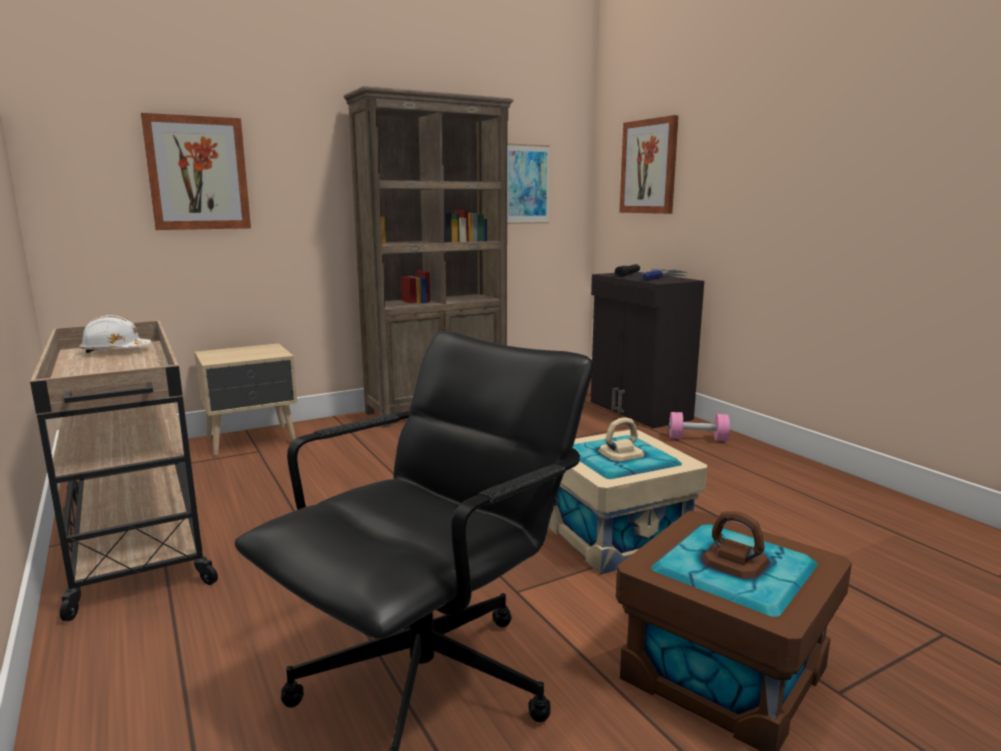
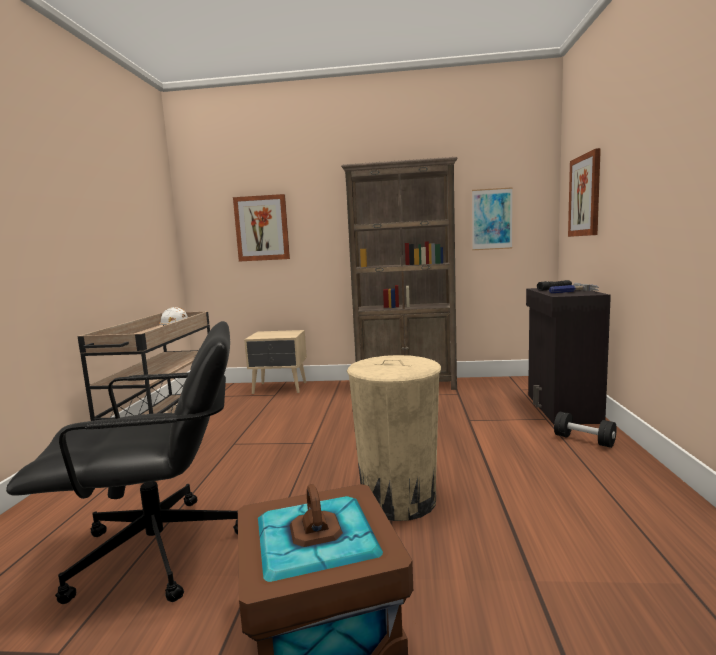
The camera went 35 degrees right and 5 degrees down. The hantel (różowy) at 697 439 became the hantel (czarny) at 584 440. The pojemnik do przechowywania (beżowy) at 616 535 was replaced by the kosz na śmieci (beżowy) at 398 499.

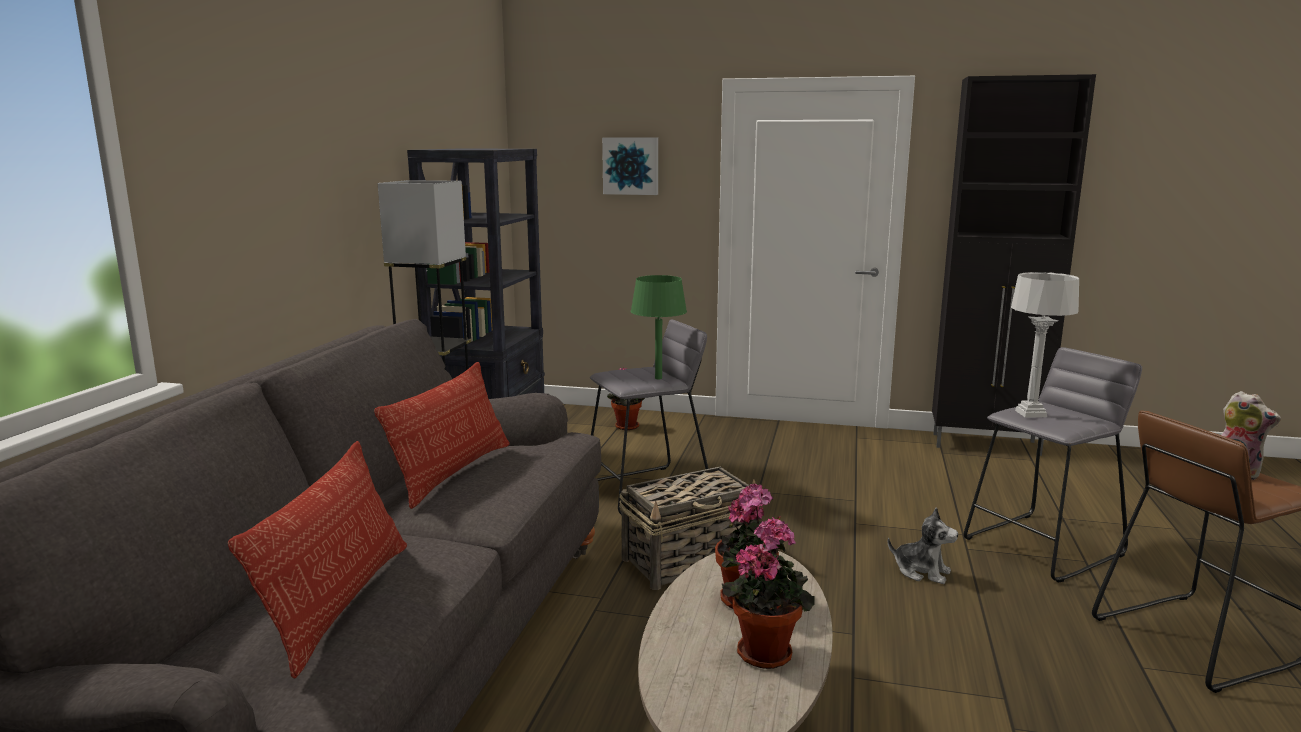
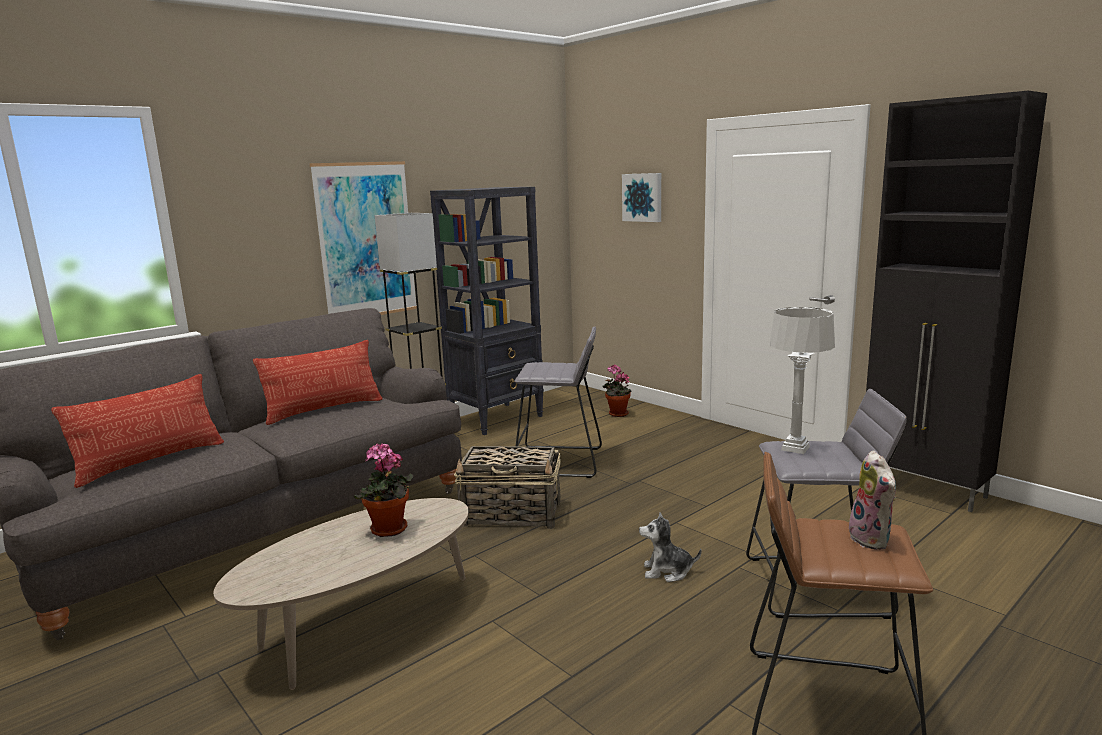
The camera went 35 degrees right and 0 degrees up. The lampa stołowa (zielony) at 658 378 disappeared. The pluszak at 922 571 turned 120 degrees clockwise. The roślina doniczkowa at 766 651 disappeared. The obraz at 366 241 appeared.

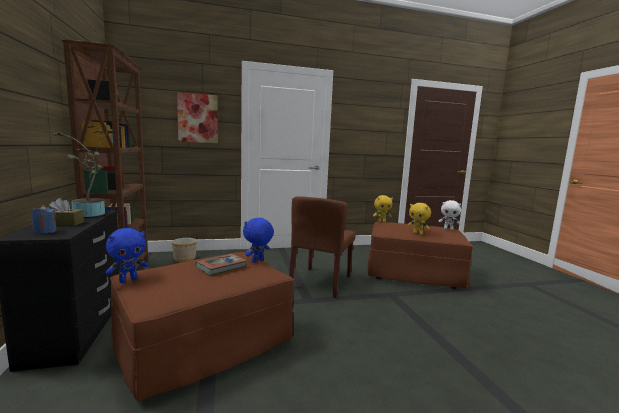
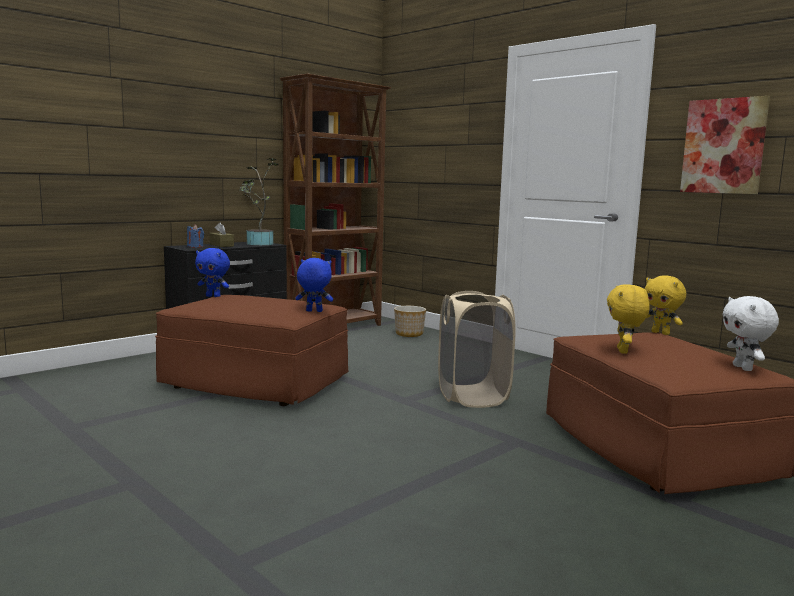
The camera went 60 degrees right and 0 degrees up. The obraz moved from 198 118 to 723 146. The krzesło (brązowy) at 320 282 was replaced by the kosz na pranie (beżowy) at 472 396. The książka at 221 267 disappeared.

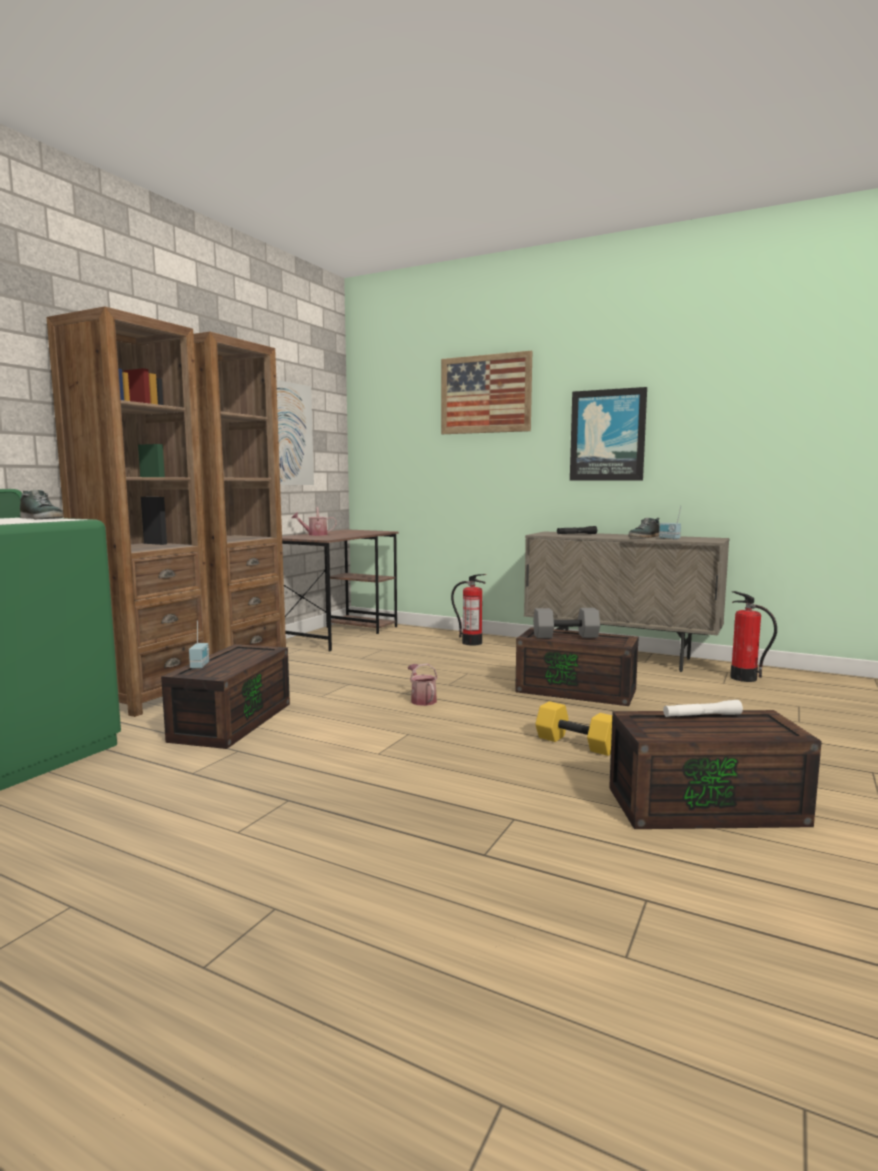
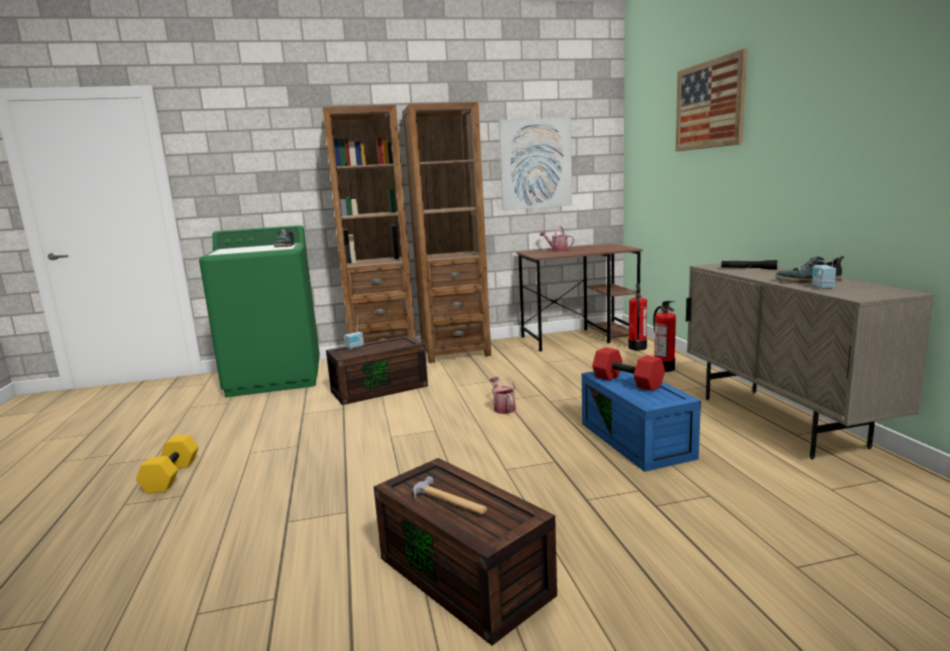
The camera went 50 degrees right and 5 degrees up. The obraz at 607 435 disappeared. The gaśnica moved from 743 678 to 637 348. The hantel (szary) at 566 636 became the hantel (czerwony) at 628 381. The pojemnik do przechowywania (brązowy) at 578 690 became the pojemnik do przechowywania (niebieski) at 638 440. The konewka at 422 700 turned 45 degrees counterclockwise. The latarka (biały) at 702 716 disappeared. The hantel (żółty) moved from 578 743 to 172 476. The młotek at 448 501 appeared.

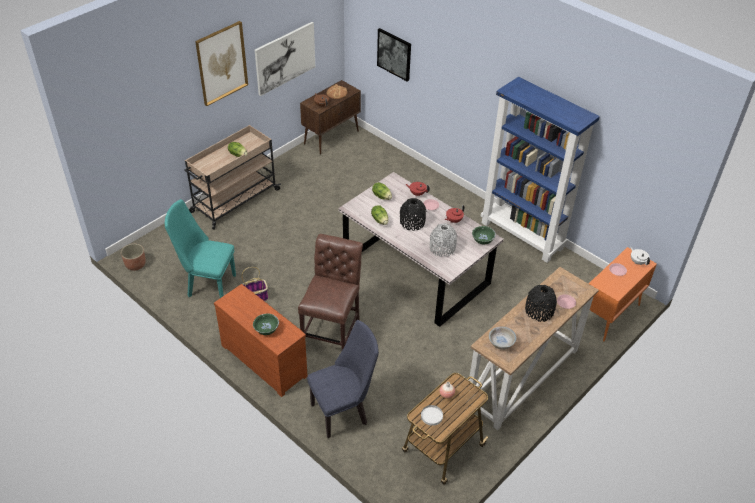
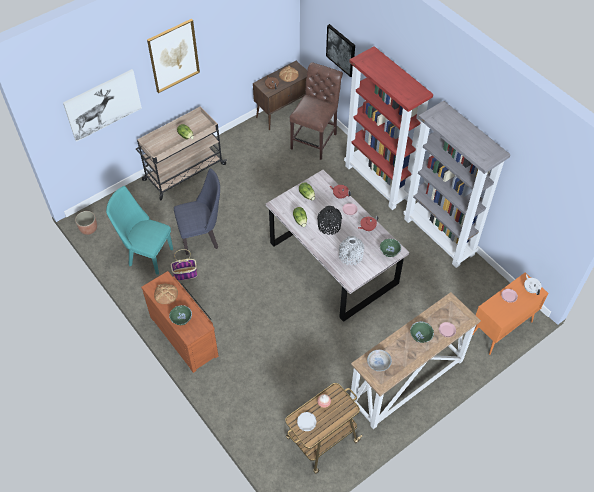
The camera went 10 degrees right and 10 degrees up. The obraz moved from 285 58 to 103 104. The regał (niebieski) at 522 235 became the regał (szary) at 439 236. The krzesło (brązowy) moved from 333 331 to 315 139. The wazon (czarny) at 539 311 was replaced by the miska (zielony) at 420 336. The krzesło (niebieski) moved from 343 411 to 202 237. The regał (czerwony) at 378 182 appeared. The chleb at 166 294 appeared.

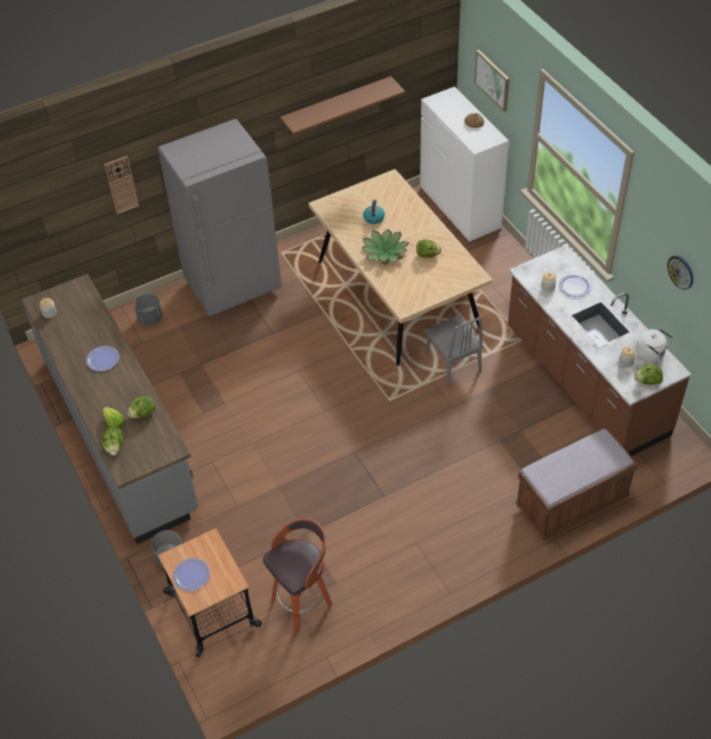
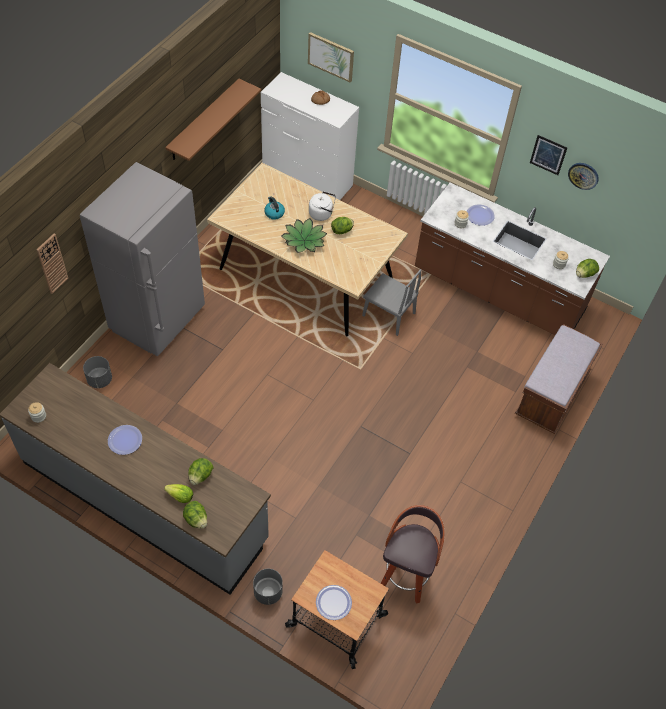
The camera went 35 degrees left and 5 degrees up. The czajnik (biały) moved from 651 354 to 322 214. The obraz at 548 155 appeared.

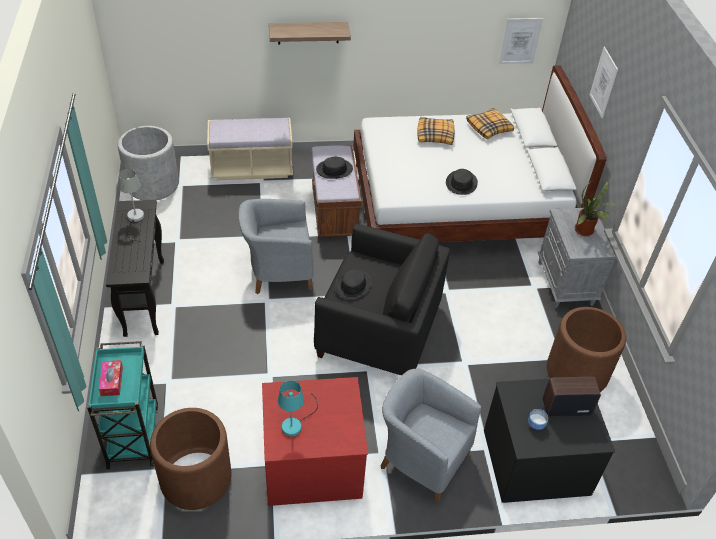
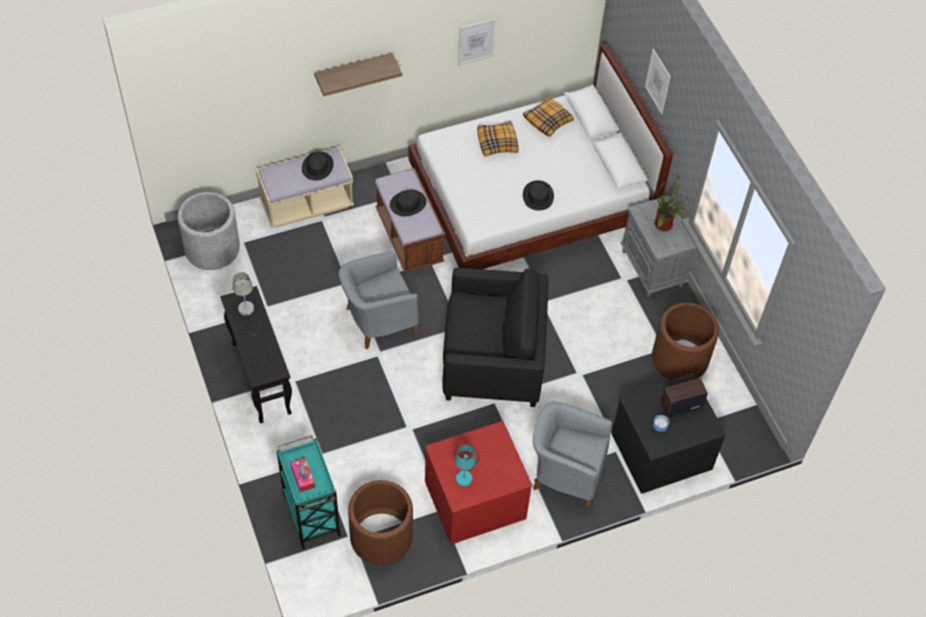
The camera went 15 degrees left and 10 degrees up. The obraz moved from 520 41 to 476 41. The kapelusz (czarny) moved from 353 285 to 317 166.

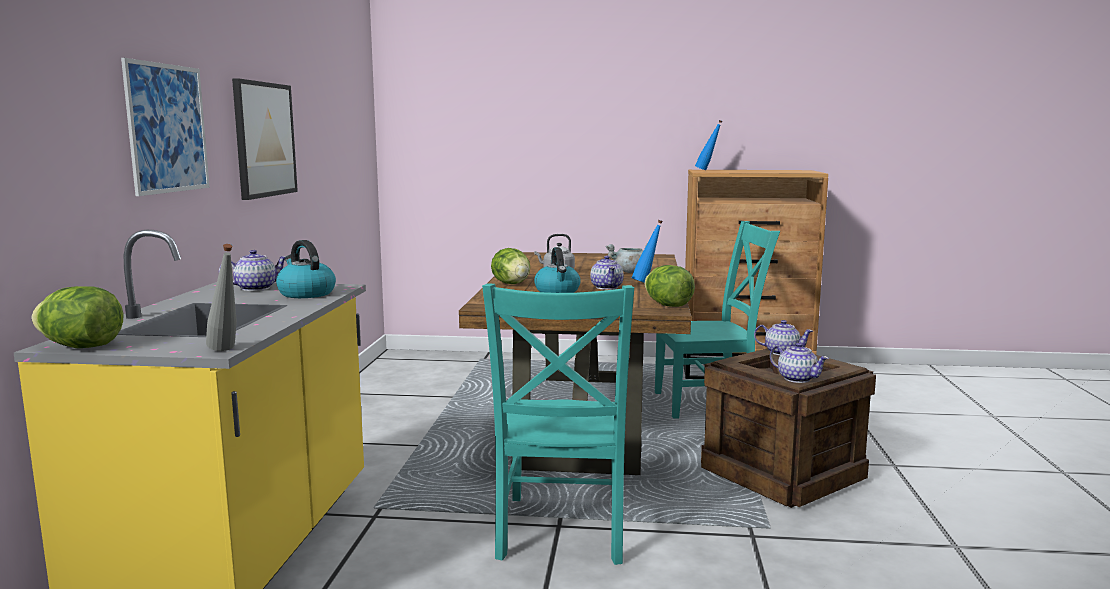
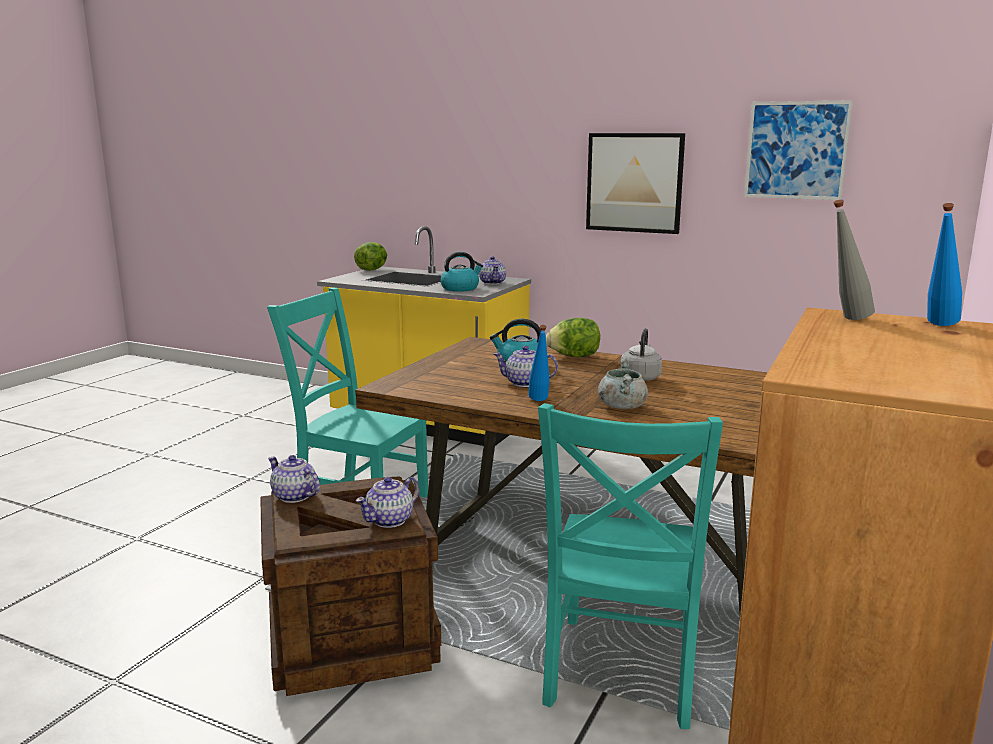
The camera went 110 degrees right and 5 degrees up. The obraz moved from 167 128 to 796 150. The butelka (szary) moved from 227 351 to 845 319. The sałata at 668 305 disappeared. The imbryk at 797 378 turned 60 degrees clockwise.

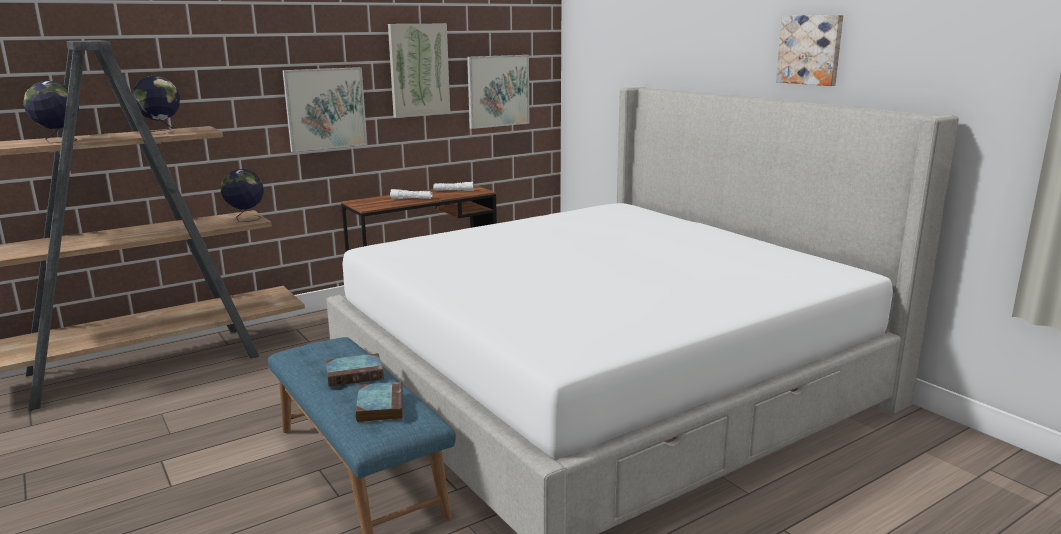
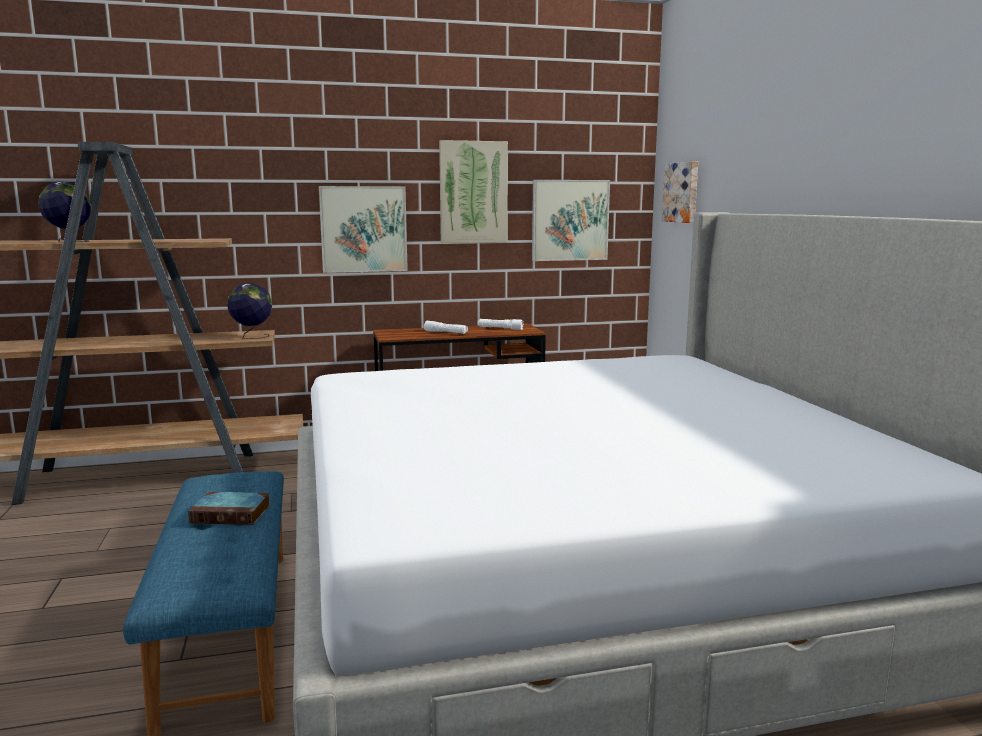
The camera went 20 degrees right and 5 degrees down. The obraz moved from 810 50 to 682 192. The globus at 161 132 disappeared. The książka at 379 406 disappeared.

